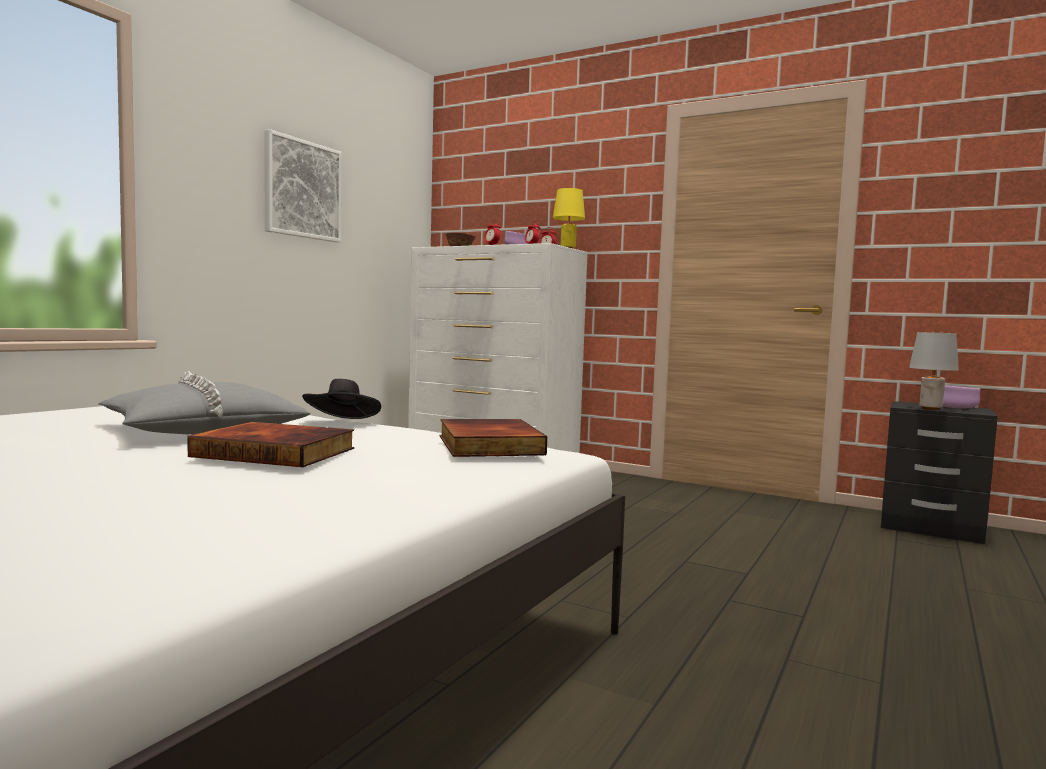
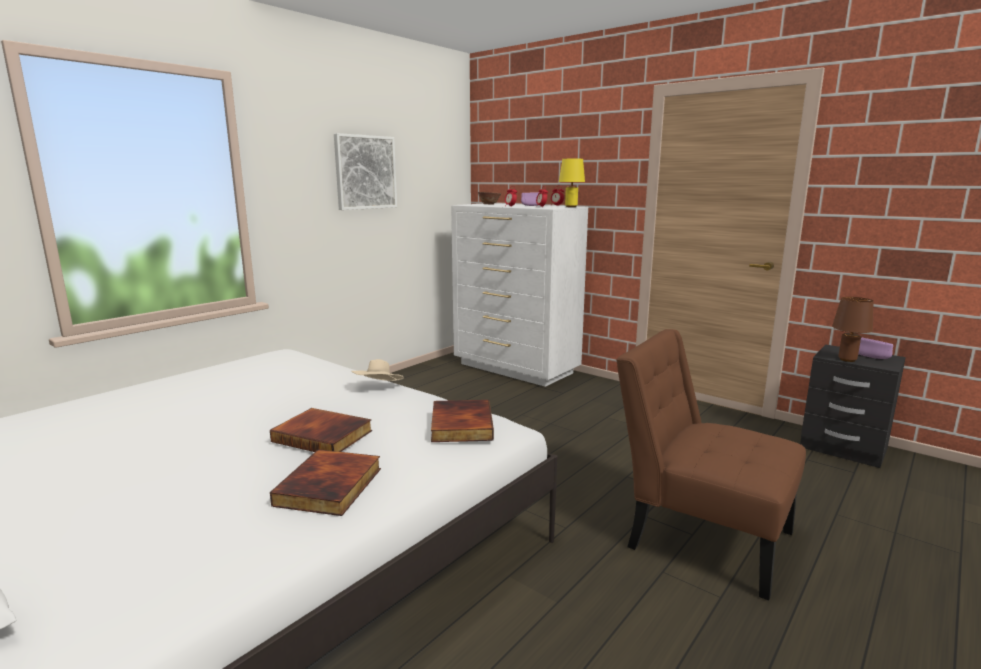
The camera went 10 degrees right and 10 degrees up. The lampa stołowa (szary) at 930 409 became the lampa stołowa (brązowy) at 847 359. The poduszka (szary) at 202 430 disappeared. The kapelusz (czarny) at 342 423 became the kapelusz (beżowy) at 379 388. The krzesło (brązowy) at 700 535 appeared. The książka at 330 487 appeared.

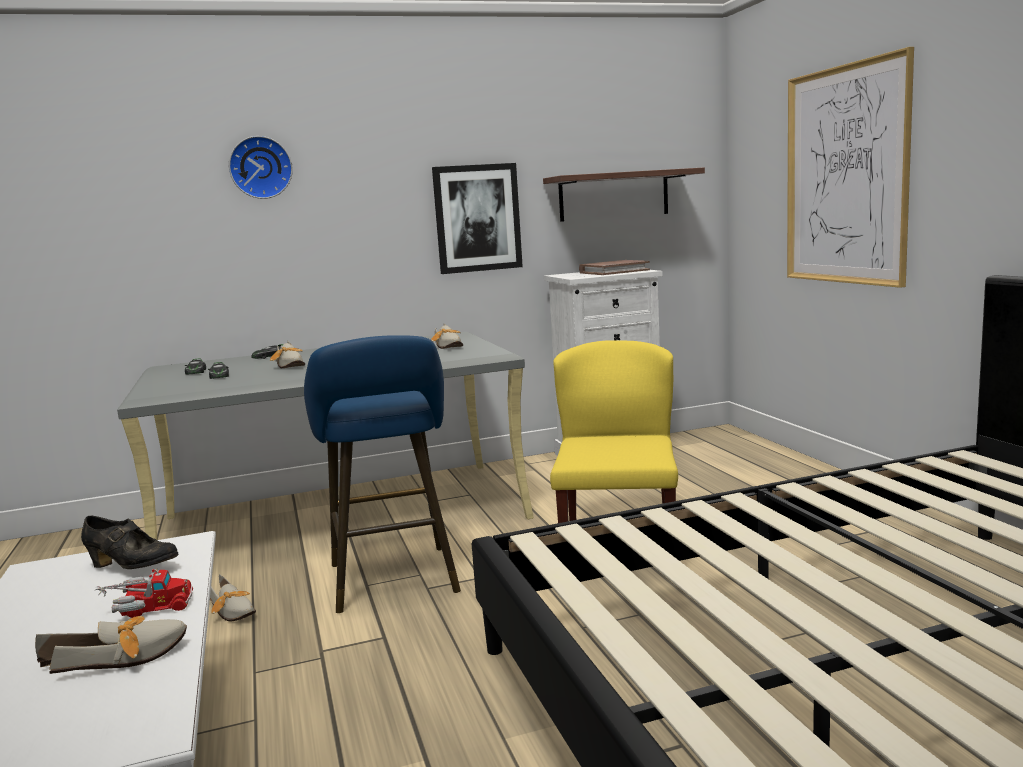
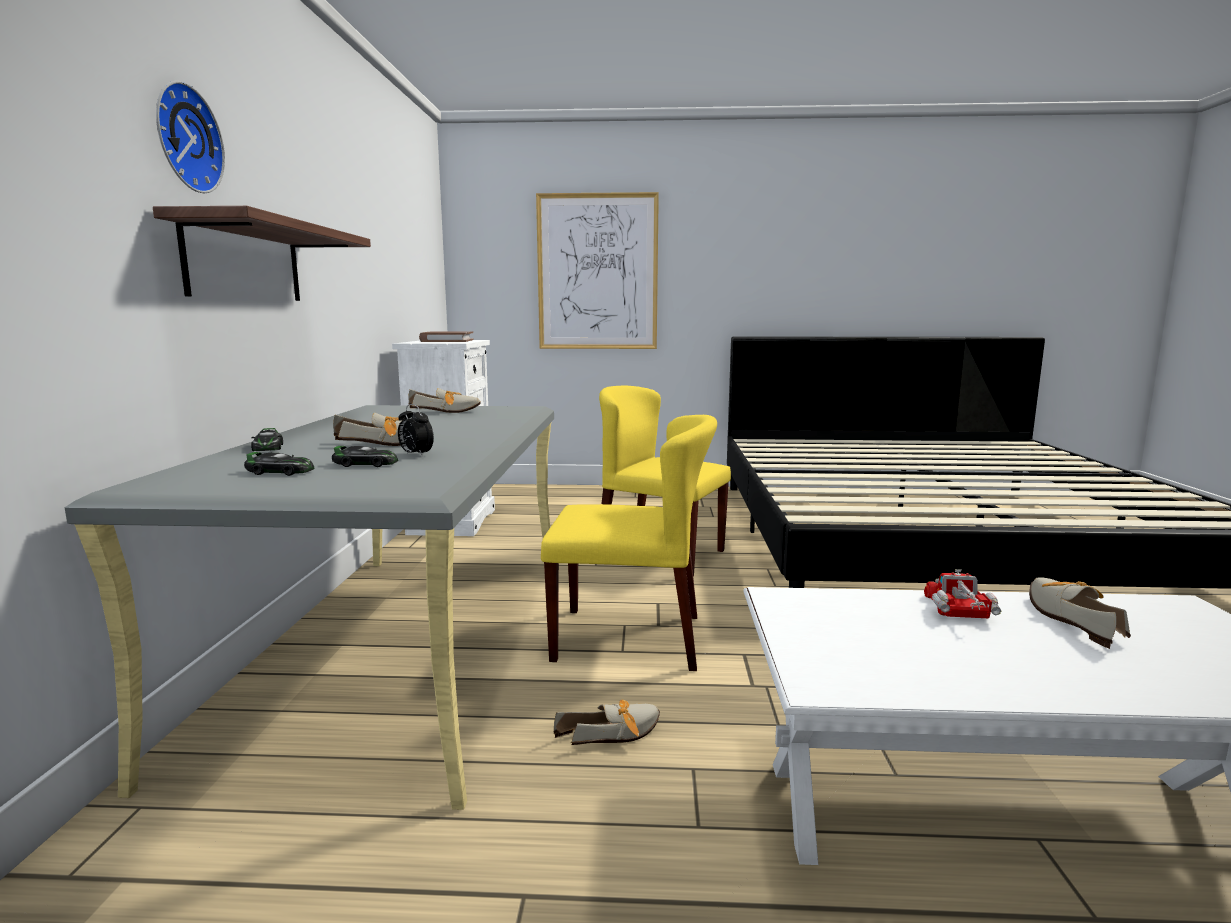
The camera went 70 degrees left and 0 degrees up. The obraz at 477 218 disappeared. The półka moved from 614 196 to 245 262. The stołek (niebieski) at 394 582 was replaced by the krzesło (żółty) at 629 637. The but (czarny) at 132 567 disappeared. The budzik at 415 455 appeared.

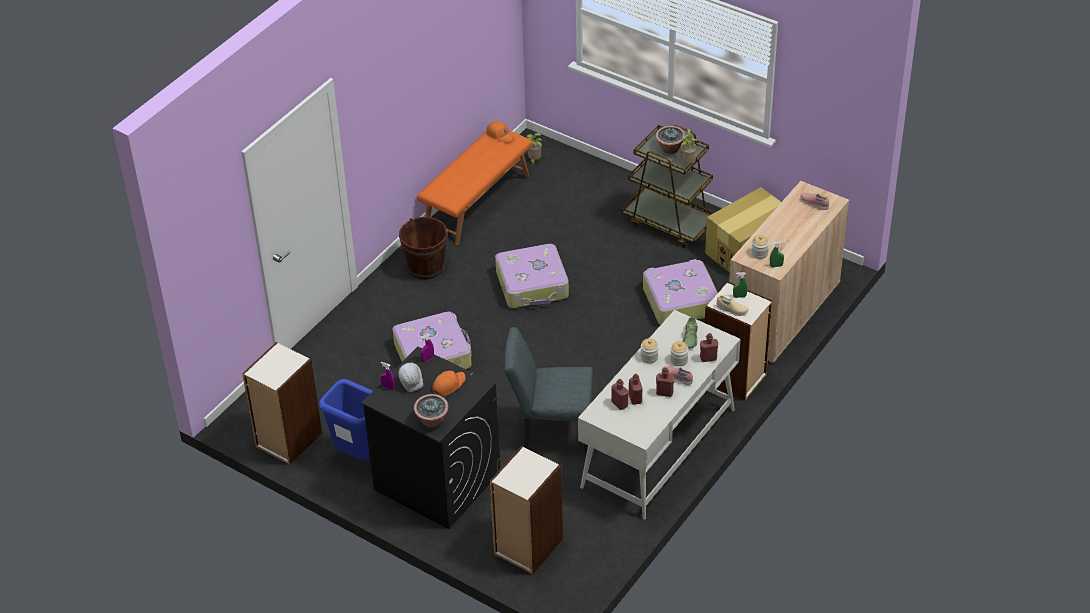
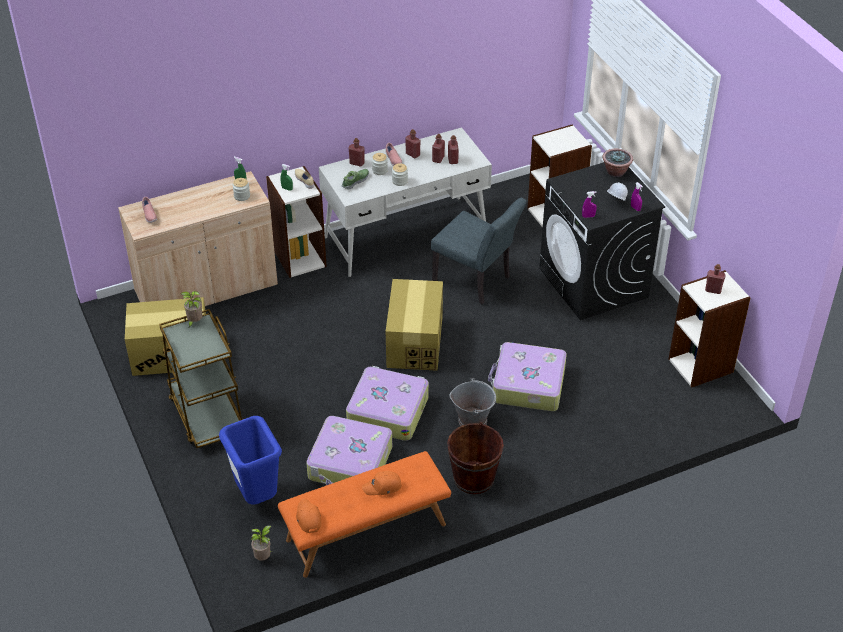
The camera went 150 degrees left and 0 degrees up. The roślina doniczkowa at 670 149 disappeared. The walizka moved from 679 300 to 350 464. The czapka z daszkiem (pomarańczowy) moved from 448 385 to 383 487. The kosz na śmieci (niebieski) moved from 359 456 to 257 496. The butelka (czerwony) at 713 290 appeared. The karton at 414 342 appeared. The wiadro (szary) at 472 420 appeared.

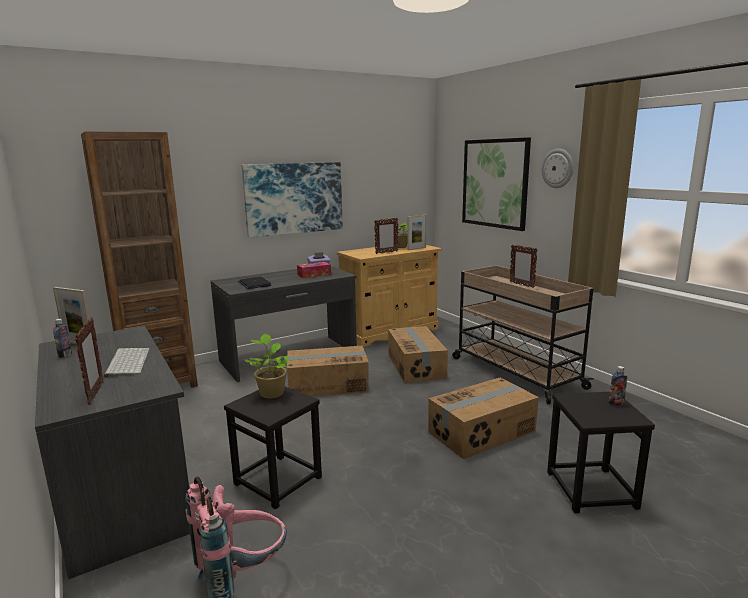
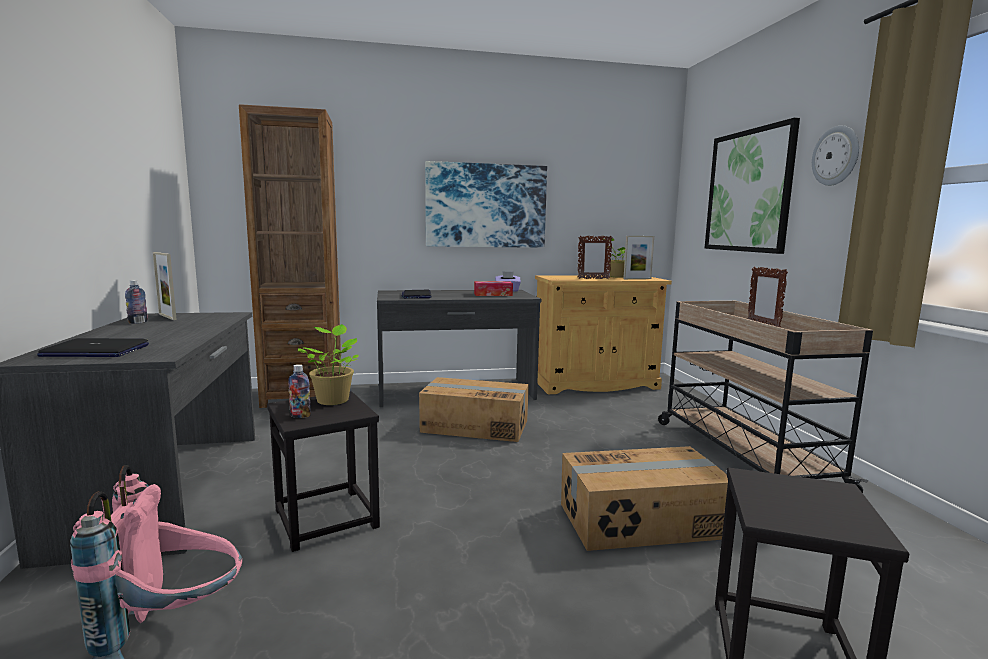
The camera went 20 degrees right and 5 degrees down. The ramka na zdjęcie at 95 393 was replaced by the laptop at 95 351. The karton at 416 366 disappeared. The klawiatura at 127 362 disappeared. The butelka moved from 616 403 to 300 416.

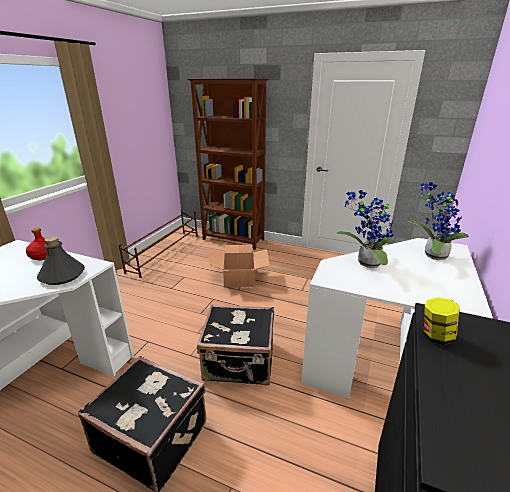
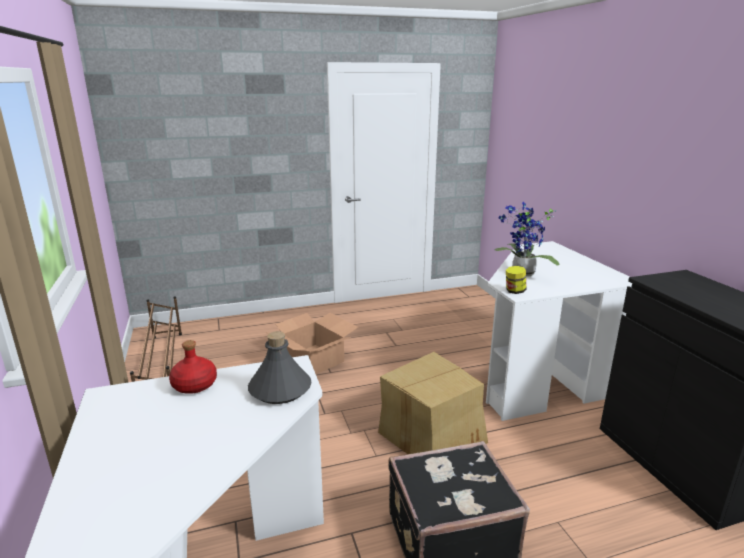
The camera went 40 degrees left and 5 degrees down. The regał (brązowy) at 233 240 disappeared. The roślina doniczkowa at 432 255 disappeared. The słoik moved from 436 336 to 514 291. The walizka (czarny) at 239 362 was replaced by the karton at 432 434.

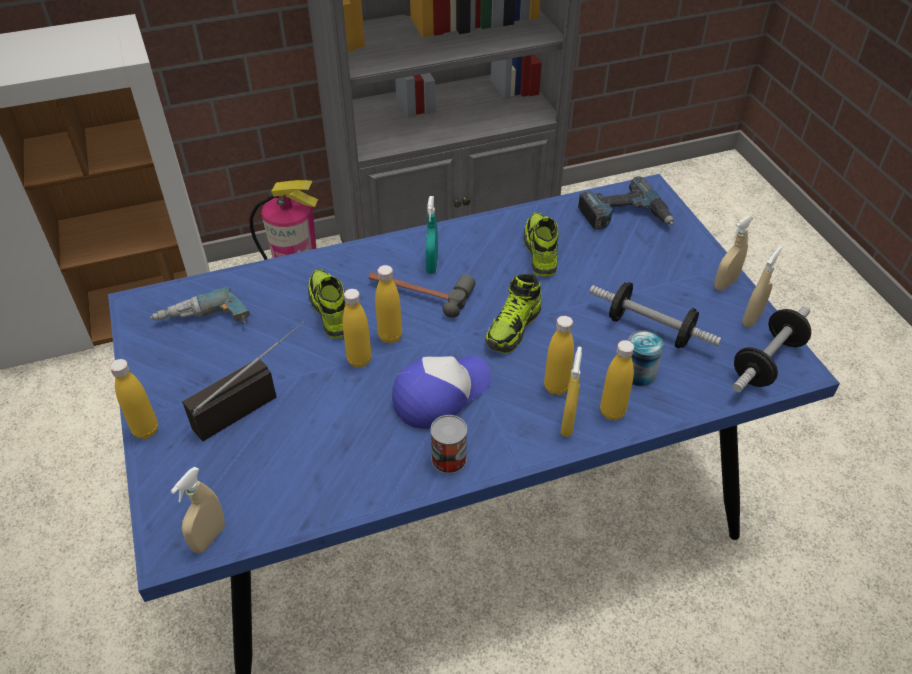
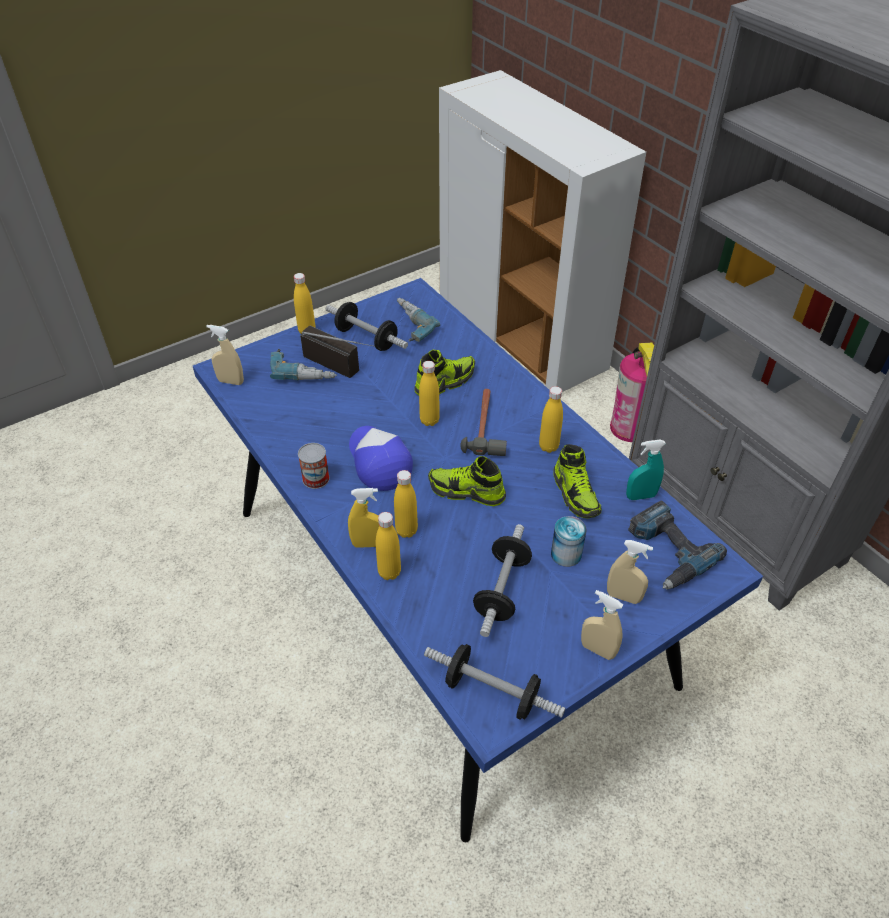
The camera went 75 degrees right and 0 degrees up. The spryskiwacz (turkusowy) moved from 432 265 to 640 496. The but at 540 251 turned 90 degrees clockwise. The spryskiwacz (beżowy) moved from 752 318 to 623 597. The butelka (żółty) moved from 359 360 to 548 446. The puszka moved from 638 373 to 566 554. The czapka z daszkiem at 440 393 turned 150 degrees counterclockwise. The hantel at 366 338 appeared. The wiertarka at 304 371 appeared.

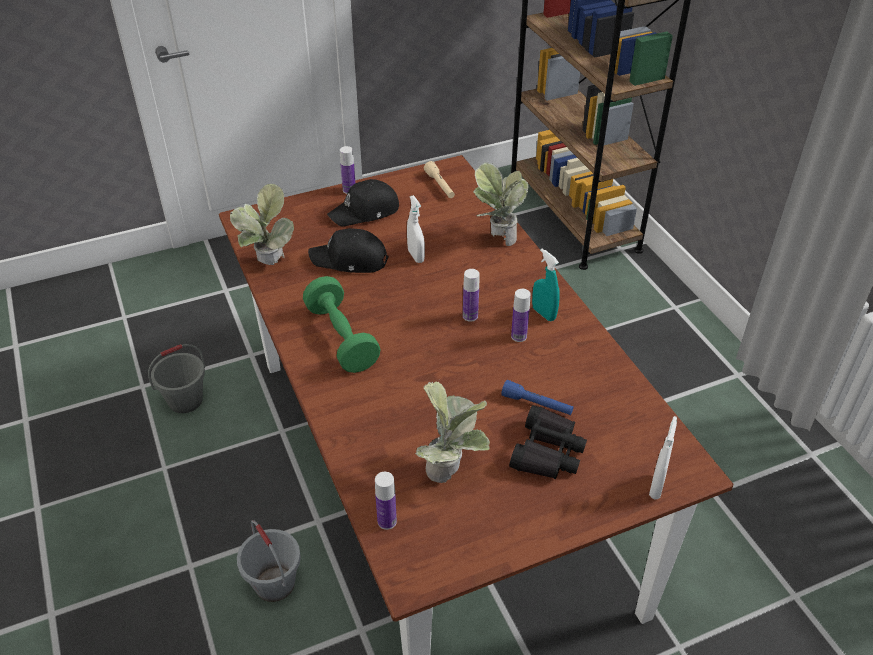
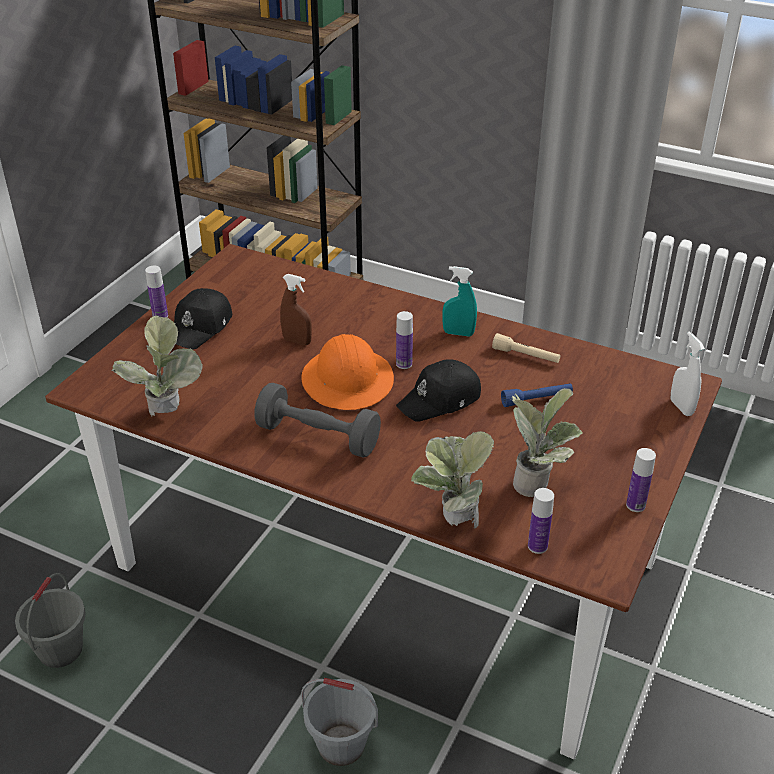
The camera went 40 degrees left and 5 degrees down. The latarka (beżowy) moved from 440 186 to 526 356. The roślina doniczkowa moved from 497 237 to 451 523. The spryskiwacz (biały) at 416 256 became the spryskiwacz (brązowy) at 297 341. The czapka z daszkiem (czarny) moved from 350 260 to 440 400. The hantel (zielony) at 342 338 became the hantel (szary) at 318 437. The butelka moved from 519 336 to 635 505. The lornetka (czarny) at 547 452 disappeared. The kask (pomarańczowy) at 348 380 appeared.

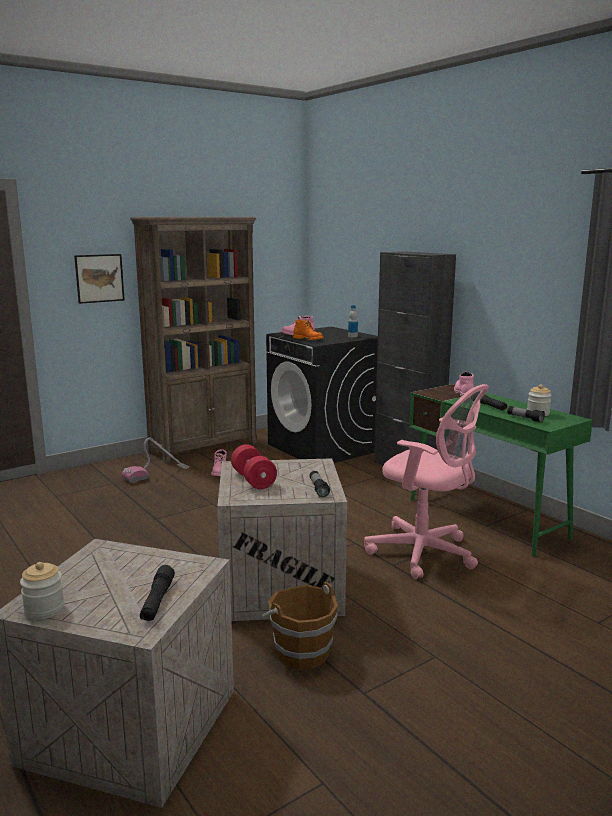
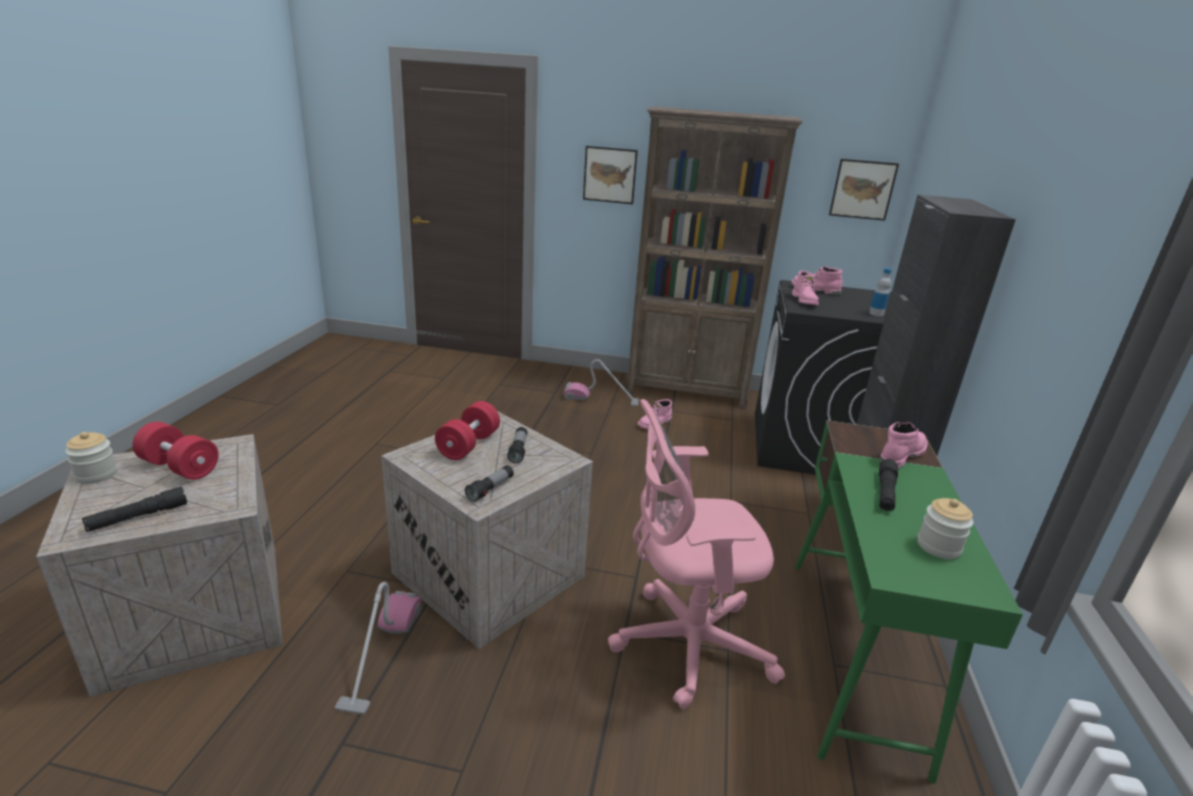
The camera went 45 degrees right and 10 degrees up. The but z cholewką (pomarańczowy) at 308 339 became the but z cholewką (różowy) at 805 301. The krzesło biurowe (różowy) at 425 554 turned 90 degrees clockwise. The latarka moved from 525 419 to 518 450. The wiadro (brązowy) at 301 652 was replaced by the odkurzacz at 381 654. The obraz at 862 189 appeared. The hantel (czerwony) at 180 467 appeared.

